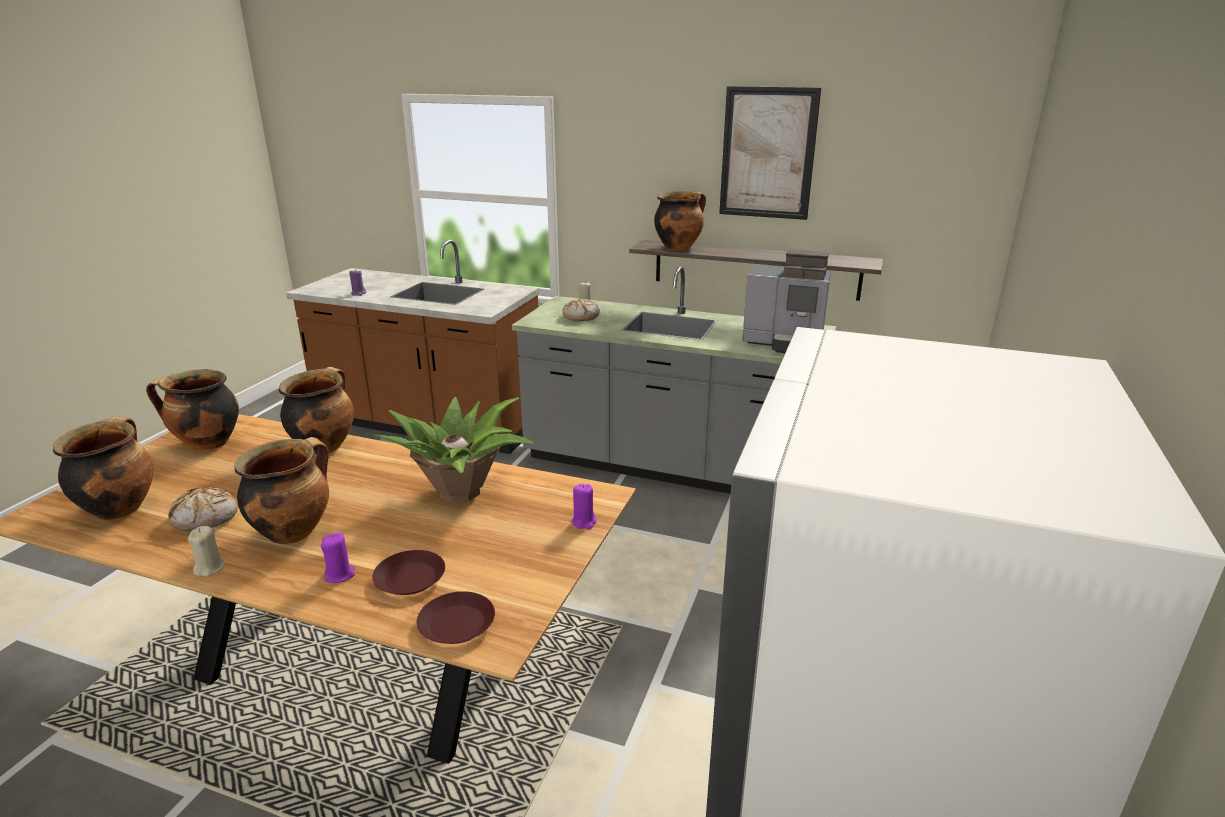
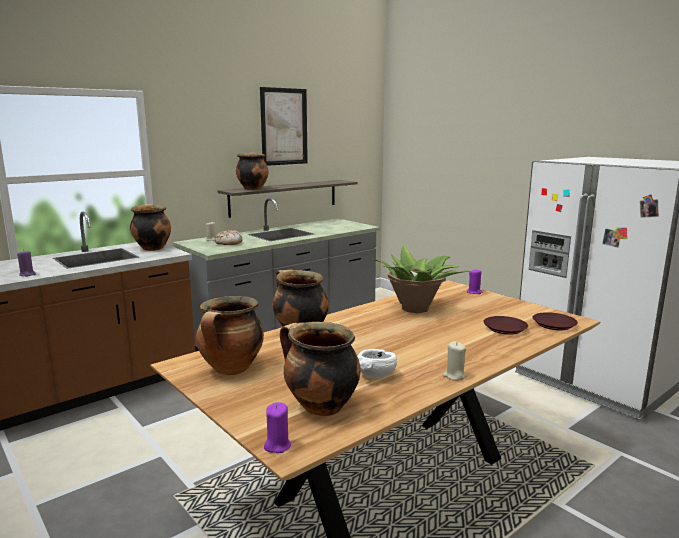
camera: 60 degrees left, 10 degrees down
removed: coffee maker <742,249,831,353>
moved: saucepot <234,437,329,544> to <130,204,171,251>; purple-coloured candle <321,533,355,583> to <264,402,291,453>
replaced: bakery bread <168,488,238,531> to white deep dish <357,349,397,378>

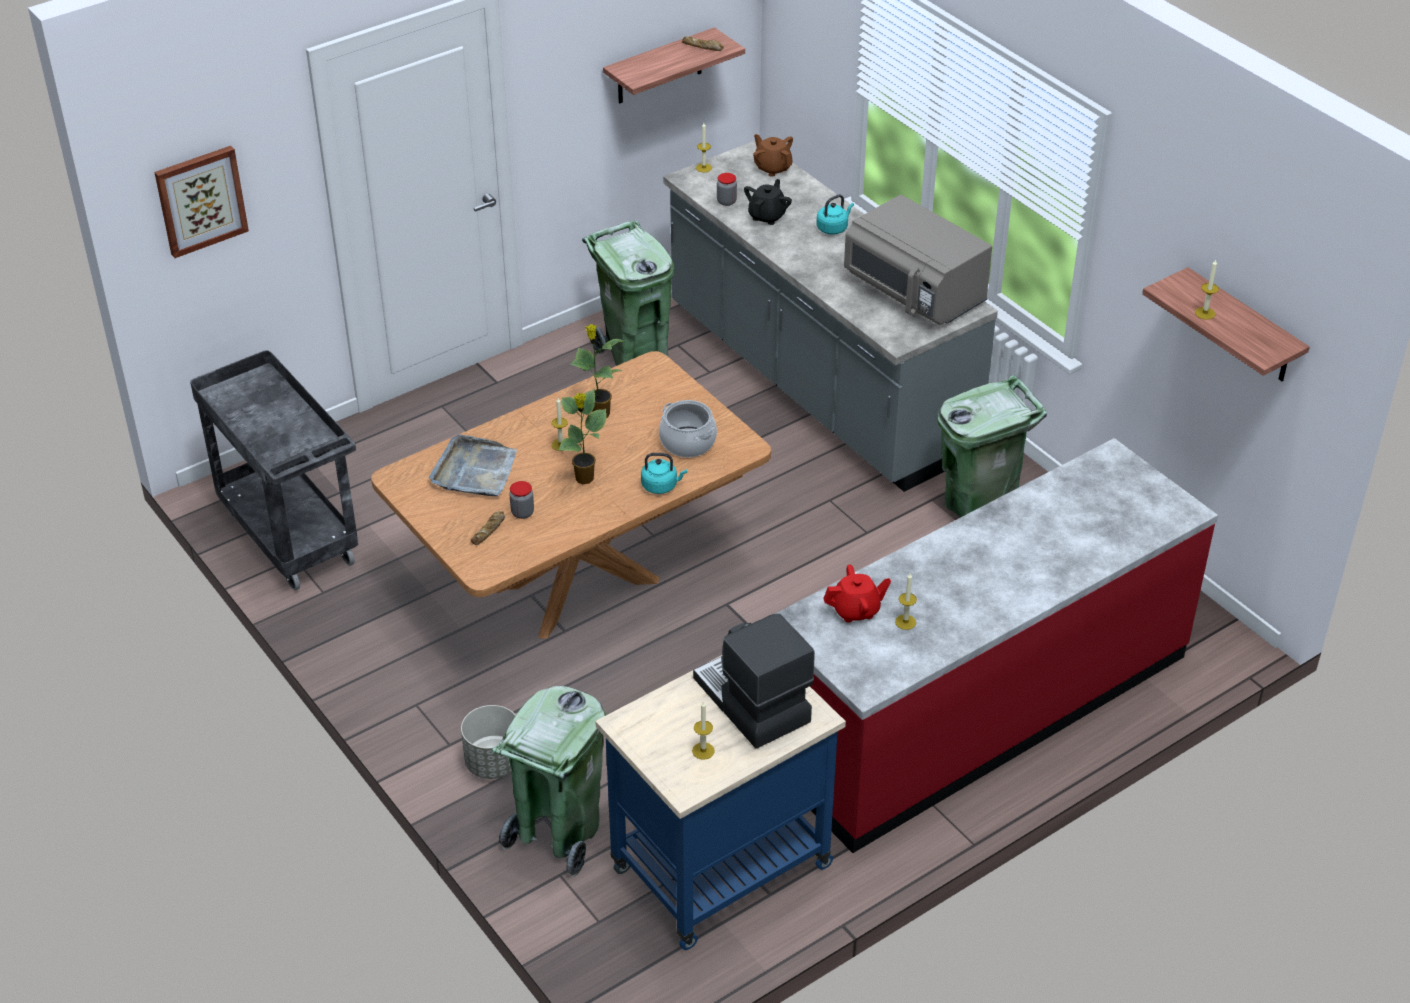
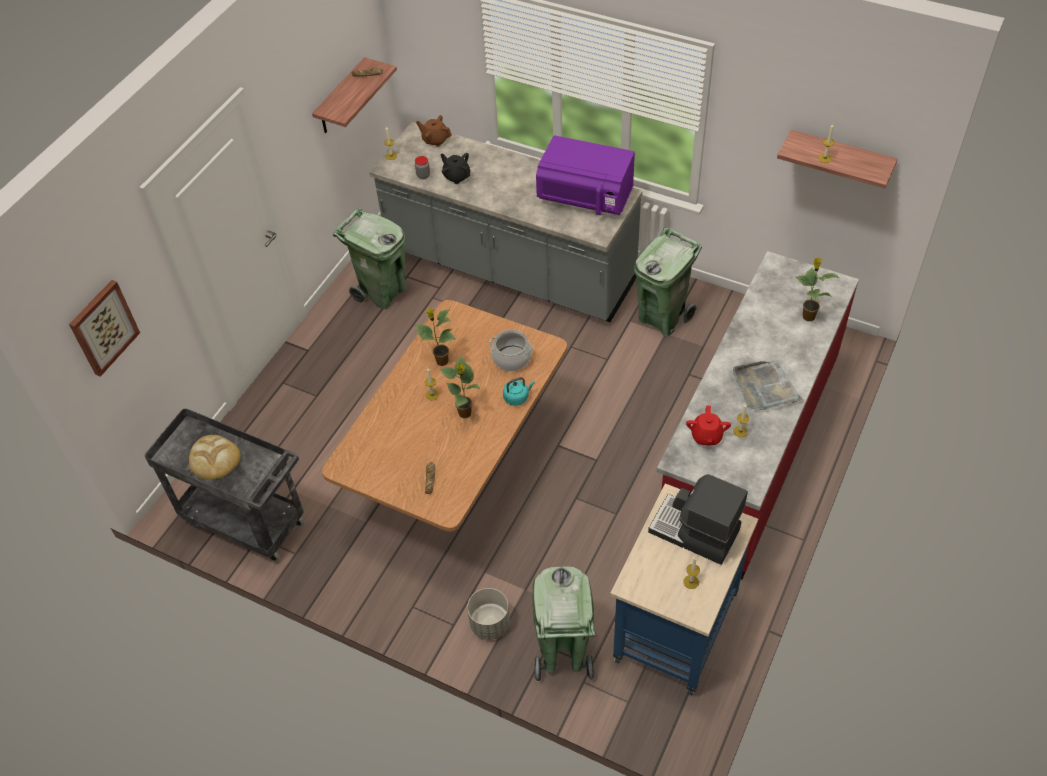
camera: 25 degrees left, 10 degrees up
removed: blue-green water kettle <816,195,854,235>; storage jar <509,481,534,519>
added: plant in a pot <795,258,839,321>; bakery bread <189,435,241,480>
moved: grey carrying tray <429,435,517,496> to <733,361,803,410>
recoloured: grey microwave <844,195,992,326> to purple-coloured microwave <536,135,635,215>
turned: black teapot <744,179,792,225> = <440,153,470,184> 45 degrees counterclockwise; red teapot <823,565,891,623> = <686,405,731,445> 135 degrees clockwise

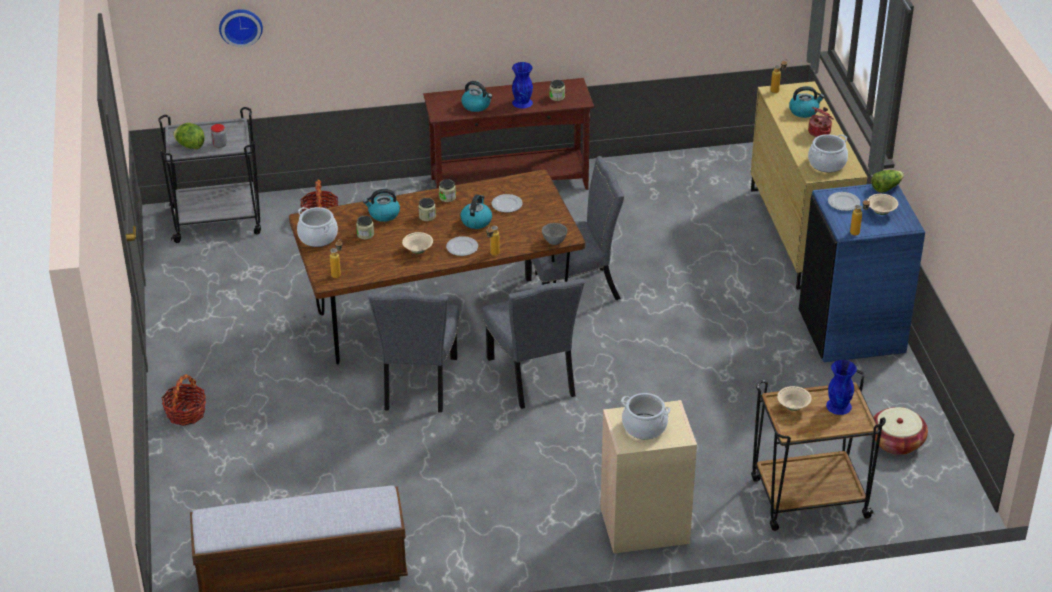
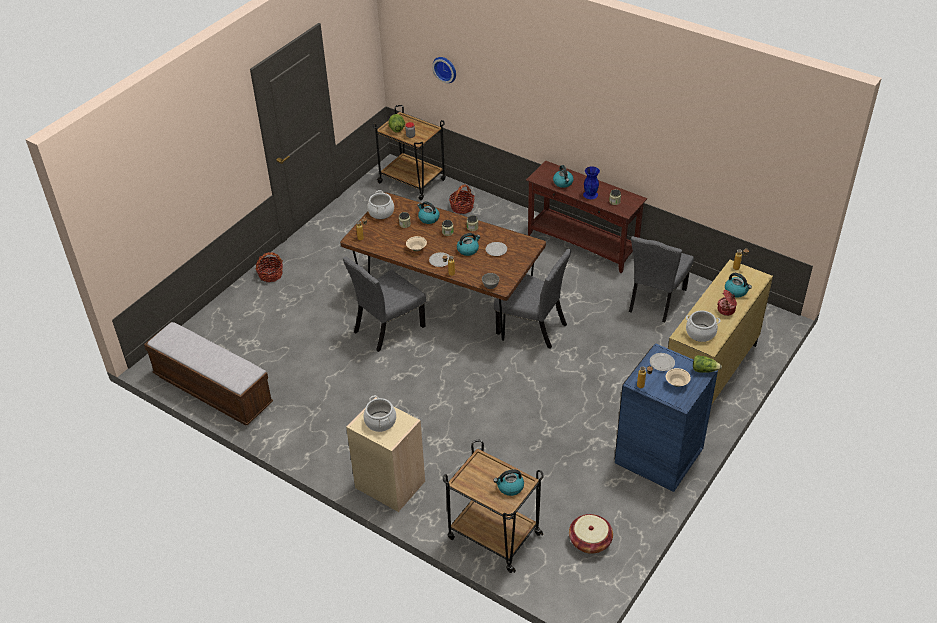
camera: 45 degrees right, 5 degrees up
removed: beige deep dish <777,386,812,411>
moved: grey plain chair <482,279,585,409> to <629,236,694,322>
replaced: blue-coloured vase <826,360,857,415> to water kettle <493,470,524,496>
recoloured: grey cart <159,107,261,243> to brownish cart <373,105,446,200>

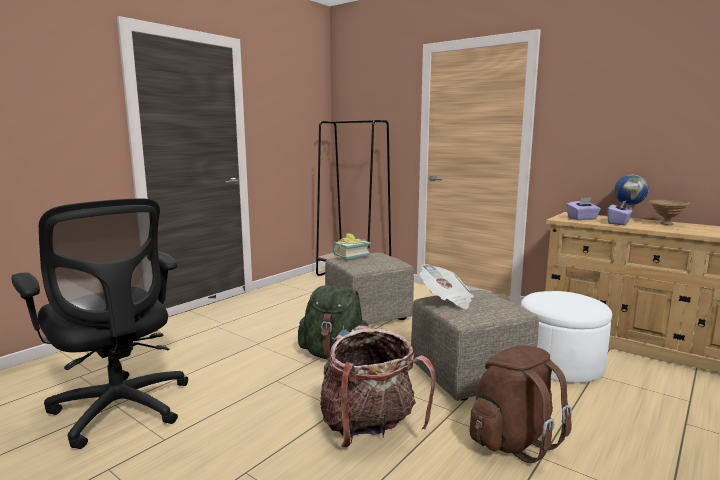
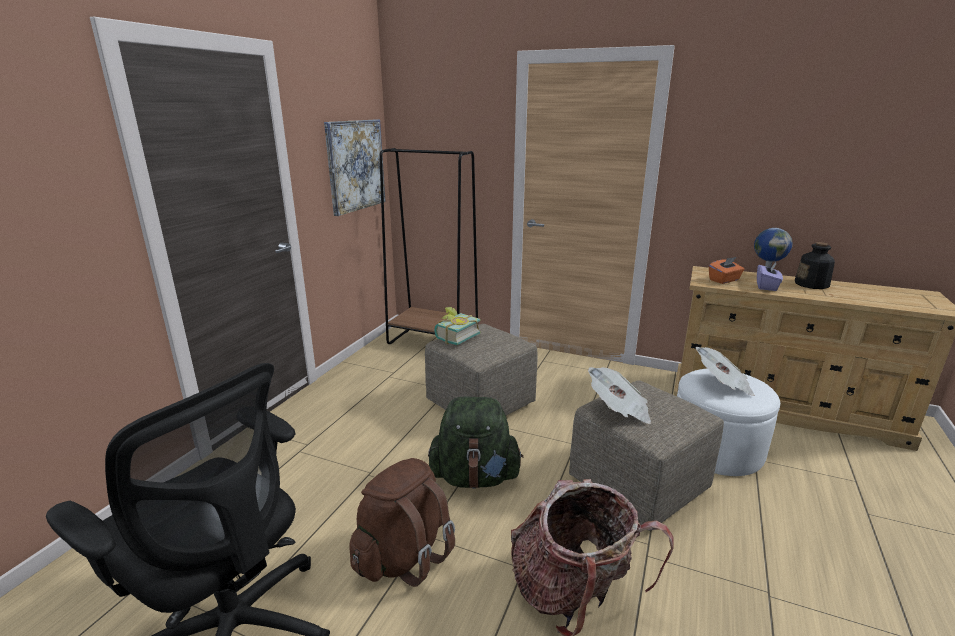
camera: 15 degrees left, 10 degrees up
added: wall art <324,119,386,216>; newspaper <696,347,755,396>
moved: brownish knapsack <469,346,572,463> to <349,458,455,587>
replaced: brownish deep dish <649,200,691,225> to beverage bottle <795,242,835,289>
recoloured: purple-coloured tissue holder <566,198,601,220> to orange tissue holder <709,257,745,284>

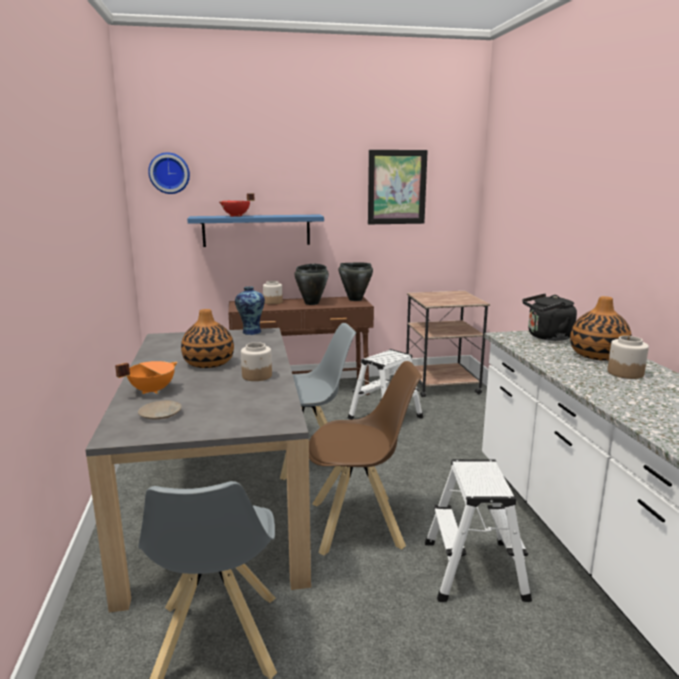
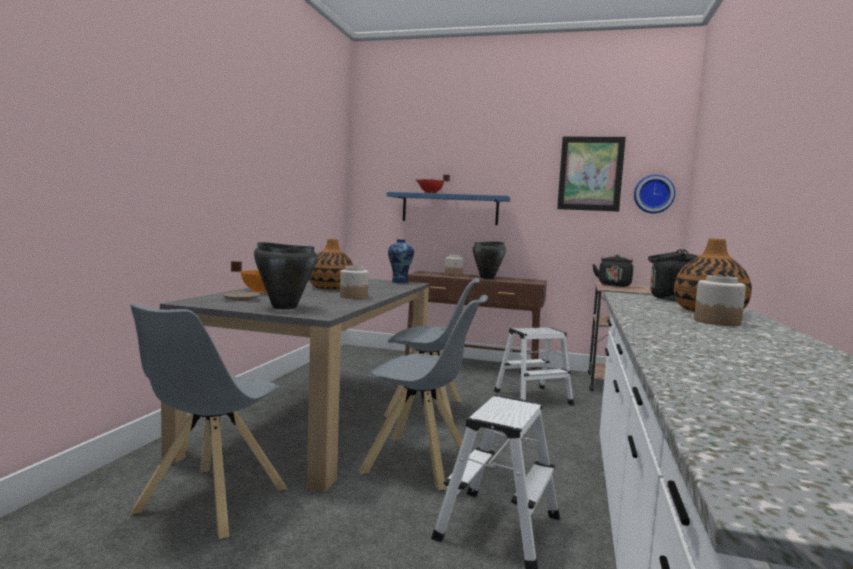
camera: 25 degrees right, 10 degrees down
added: black water kettle <593,255,633,287>
moved: clock on the wall <148,152,190,194> to <634,175,675,213>; black saucepot <339,263,373,301> to <254,242,317,310>
recoloured: brownish plain chair <309,361,422,556> to grey plain chair <359,295,488,491>

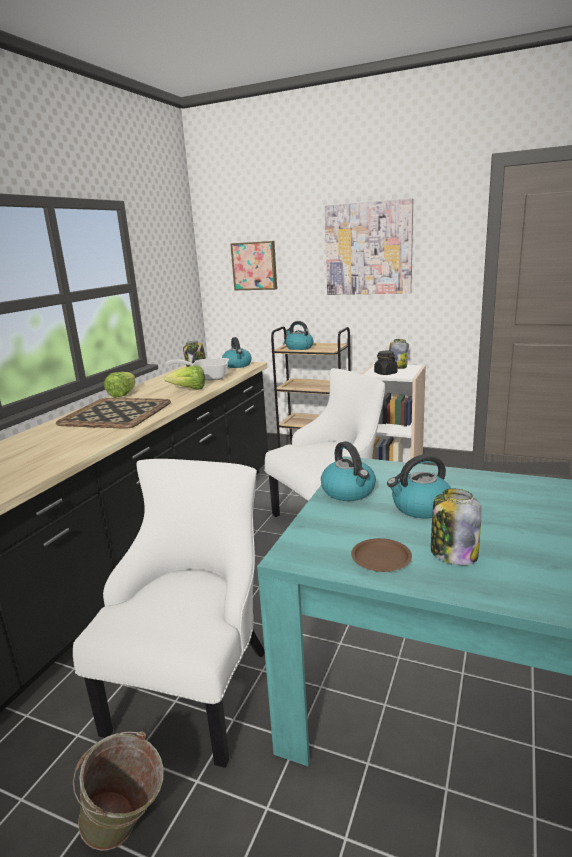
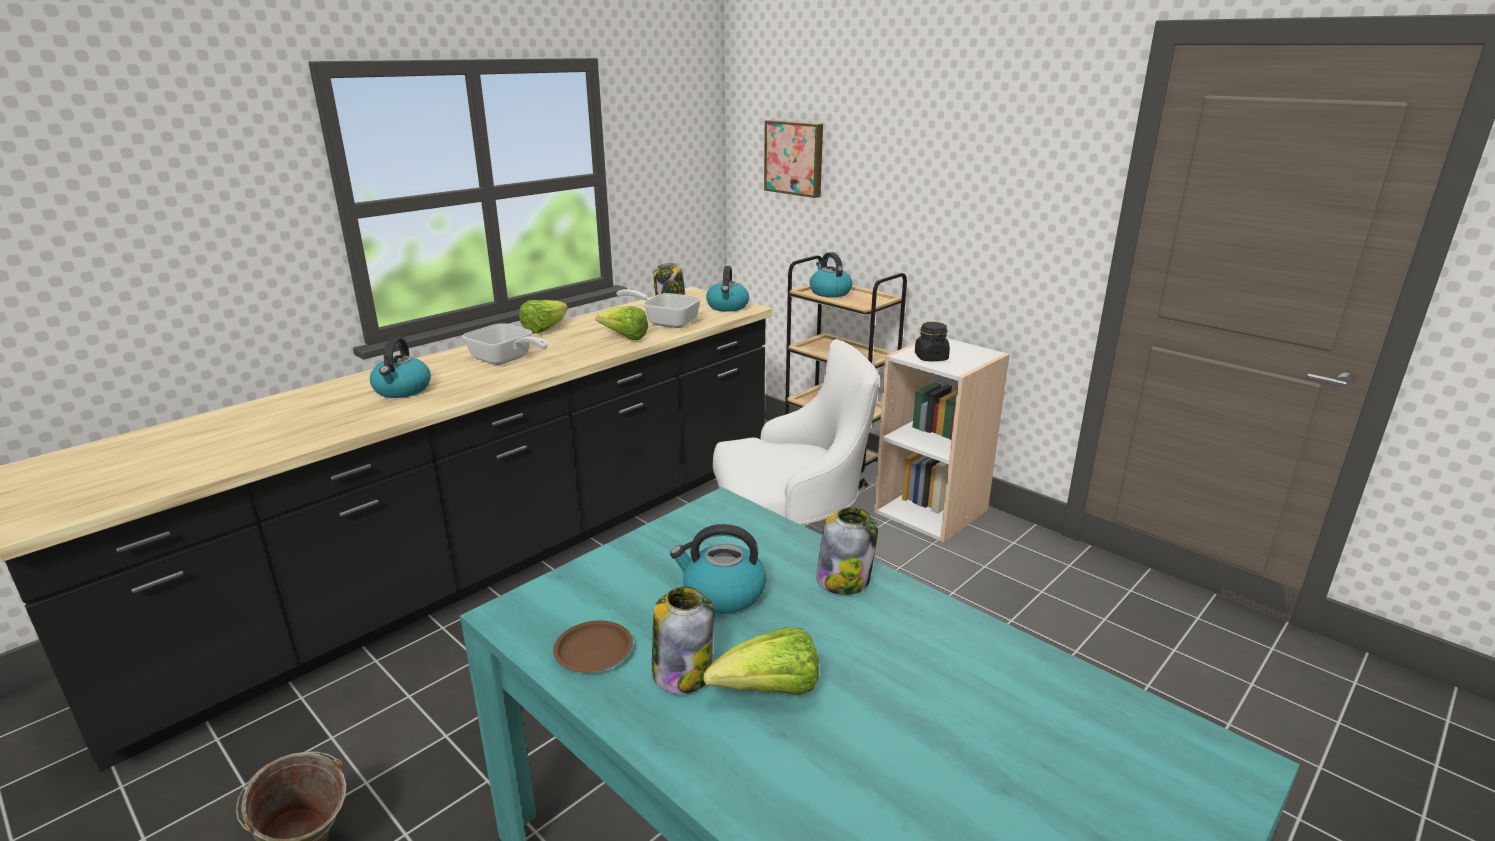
camera: 20 degrees right, 5 degrees up
removed: wall art <325,198,413,295>; white plain chair <73,459,265,768>
added: head of lettuce <703,627,819,695>
moved: storage jar <389,339,409,369> to <816,507,878,595>; water kettle <321,441,376,501> to <370,337,431,398>
replaced: carrying tray <56,398,171,429> to skillet <462,323,548,365>

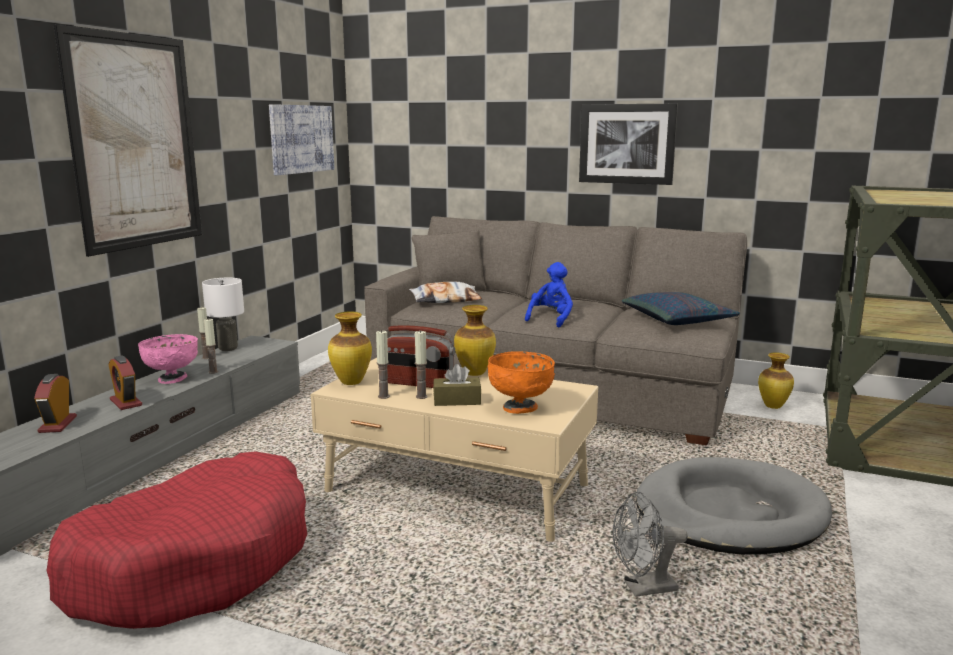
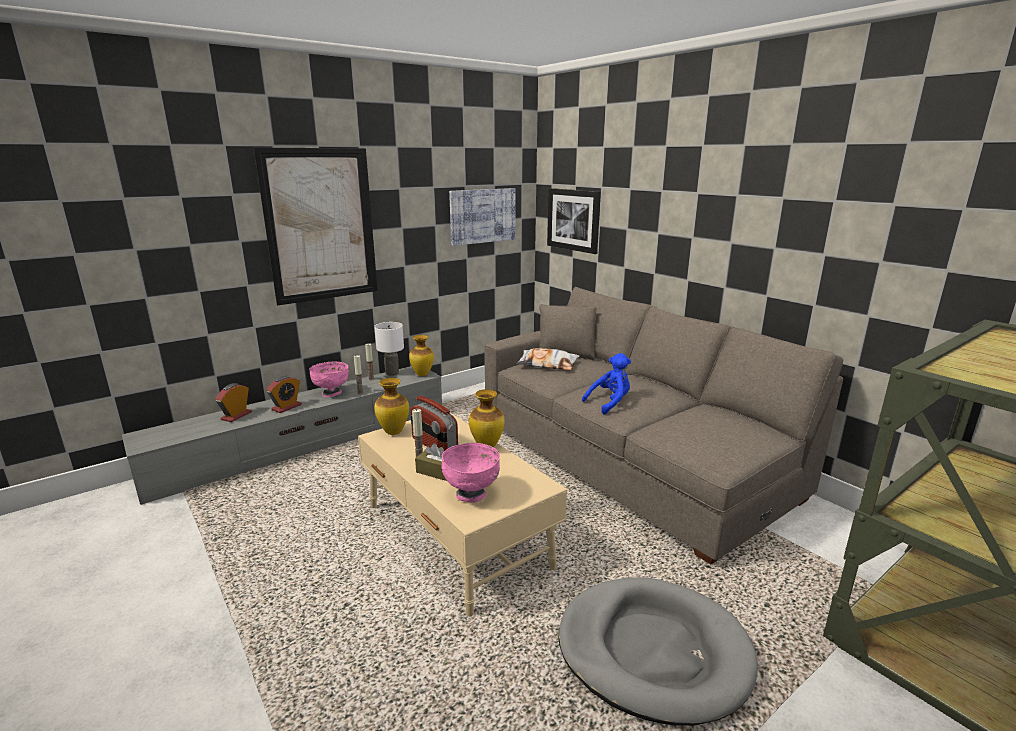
camera: 30 degrees right, 5 degrees up
removed: blue-coloured throw pillow <622,292,740,325>; candle <376,330,390,399>; red dog bed <47,451,307,629>; grey fan <613,492,688,597>
moved: wall art <579,104,678,185> to <547,188,601,254>; vase <758,352,794,409> to <409,335,434,376>
recoloured: orange deep dish <488,351,555,414> to pink-coloured deep dish <442,443,500,503>
turned: alarm clock <109,355,142,410> = <266,376,302,413> 135 degrees counterclockwise

